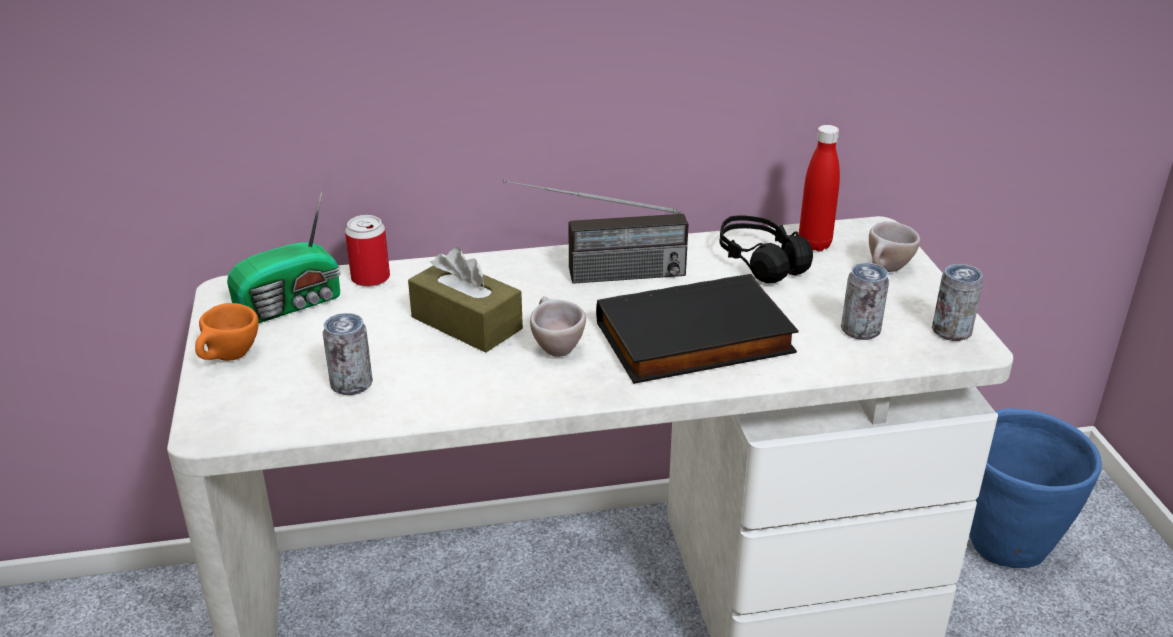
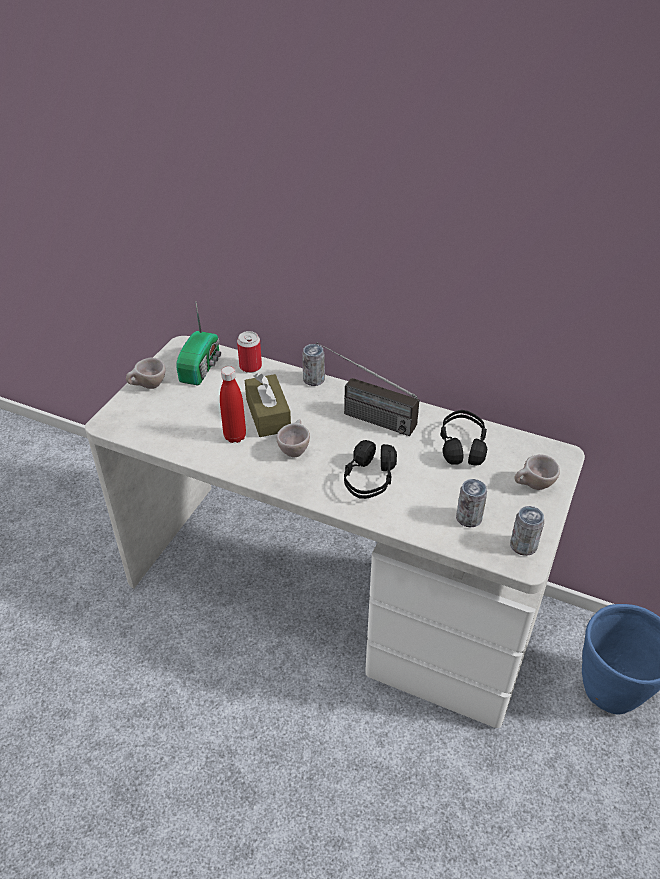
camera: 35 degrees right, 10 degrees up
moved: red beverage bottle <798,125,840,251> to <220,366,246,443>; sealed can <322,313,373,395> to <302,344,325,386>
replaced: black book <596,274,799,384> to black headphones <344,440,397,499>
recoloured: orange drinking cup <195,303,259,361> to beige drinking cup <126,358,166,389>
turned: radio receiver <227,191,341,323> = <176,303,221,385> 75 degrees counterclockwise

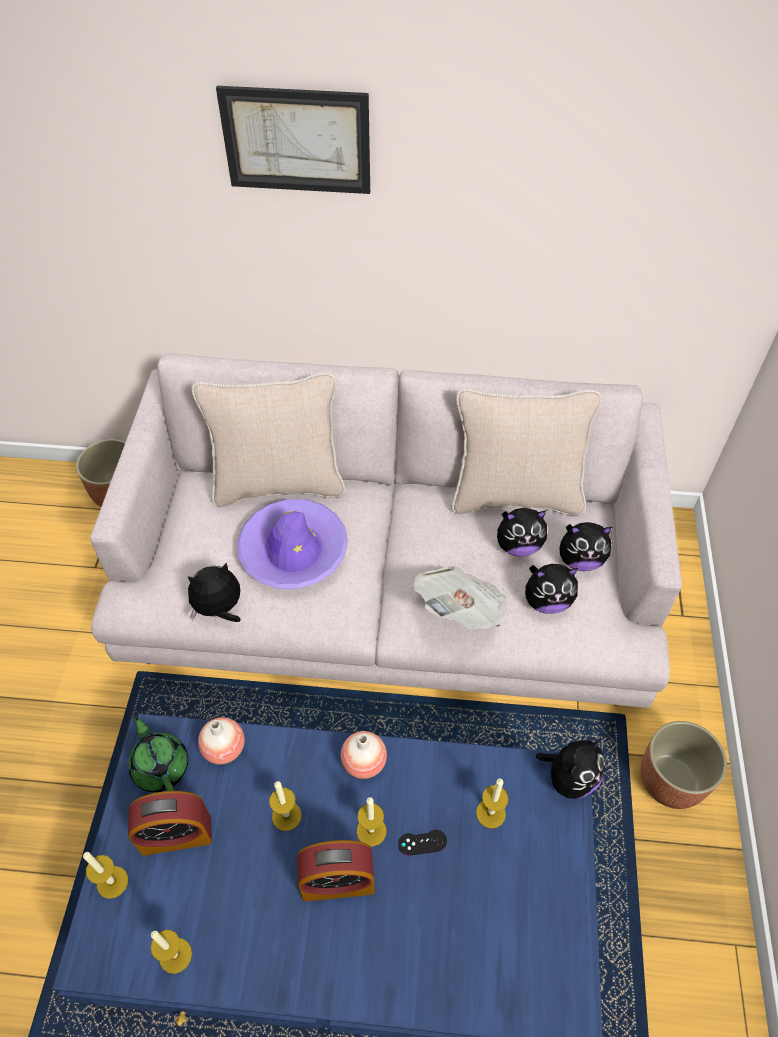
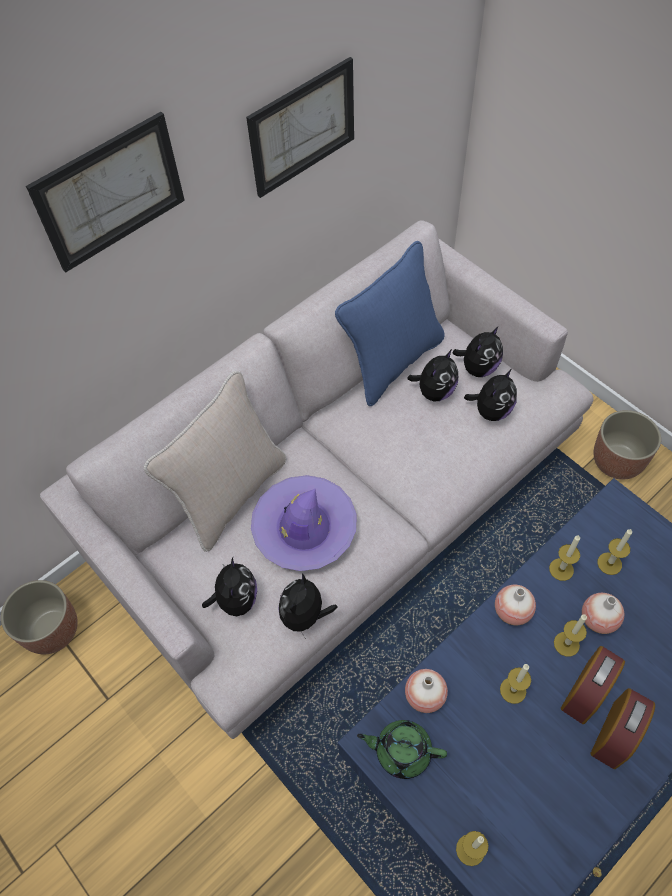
camera: 45 degrees left, 5 degrees up
removed: newspaper <414,567,507,630>
added: wall art <246,57,354,198>
moved: plush toy <536,736,606,799> to <202,557,257,616>; alarm clock <128,791,212,856> to <590,688,655,769>; candle <151,930,192,974> to <549,535,580,581>
replaced: black gamepad <398,830,447,856> to vase <582,593,624,634>
recoloured: beige throw pillow <451,389,602,515> to blue-coloured throw pillow <335,241,445,406>

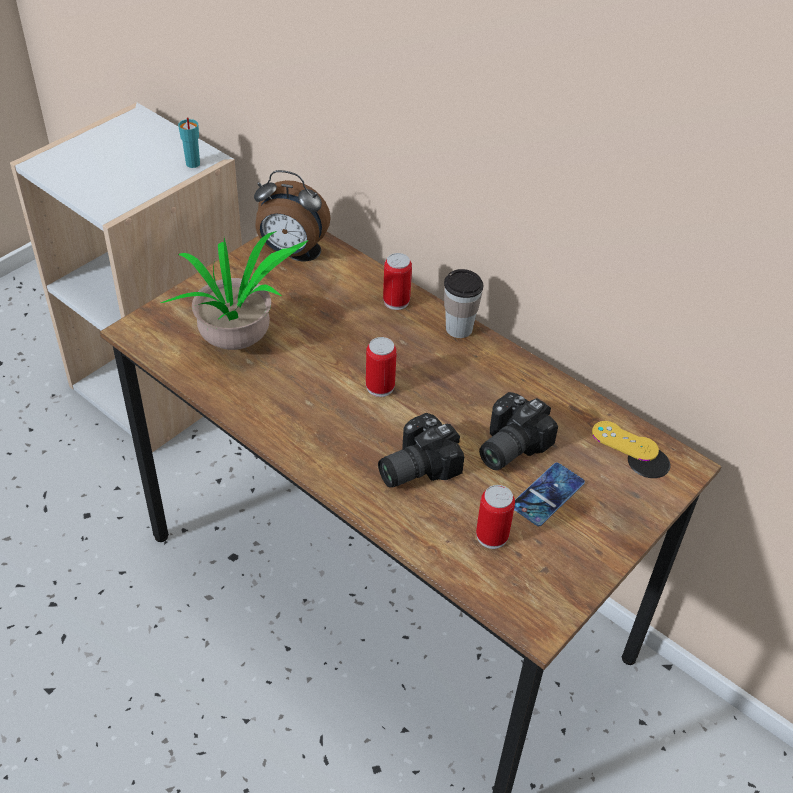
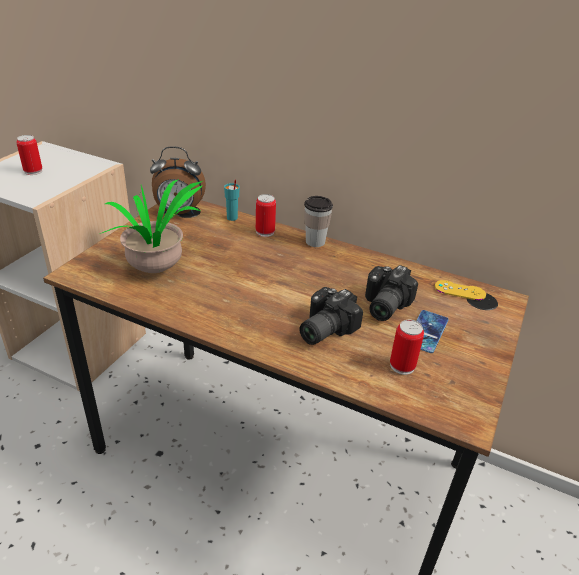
camera: 15 degrees left, 10 degrees down
moved: blue-green drinking cup <178,117,200,168> to <224,179,240,221>; sealed can <366,337,397,397> to <16,135,42,175>

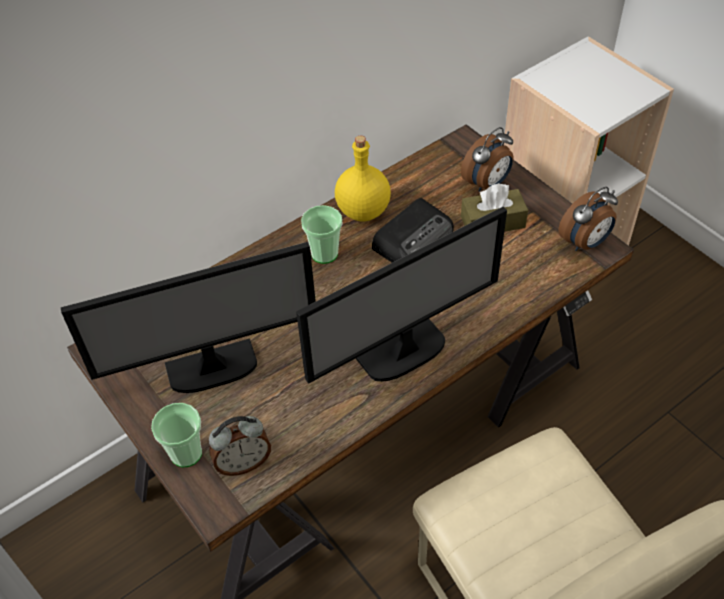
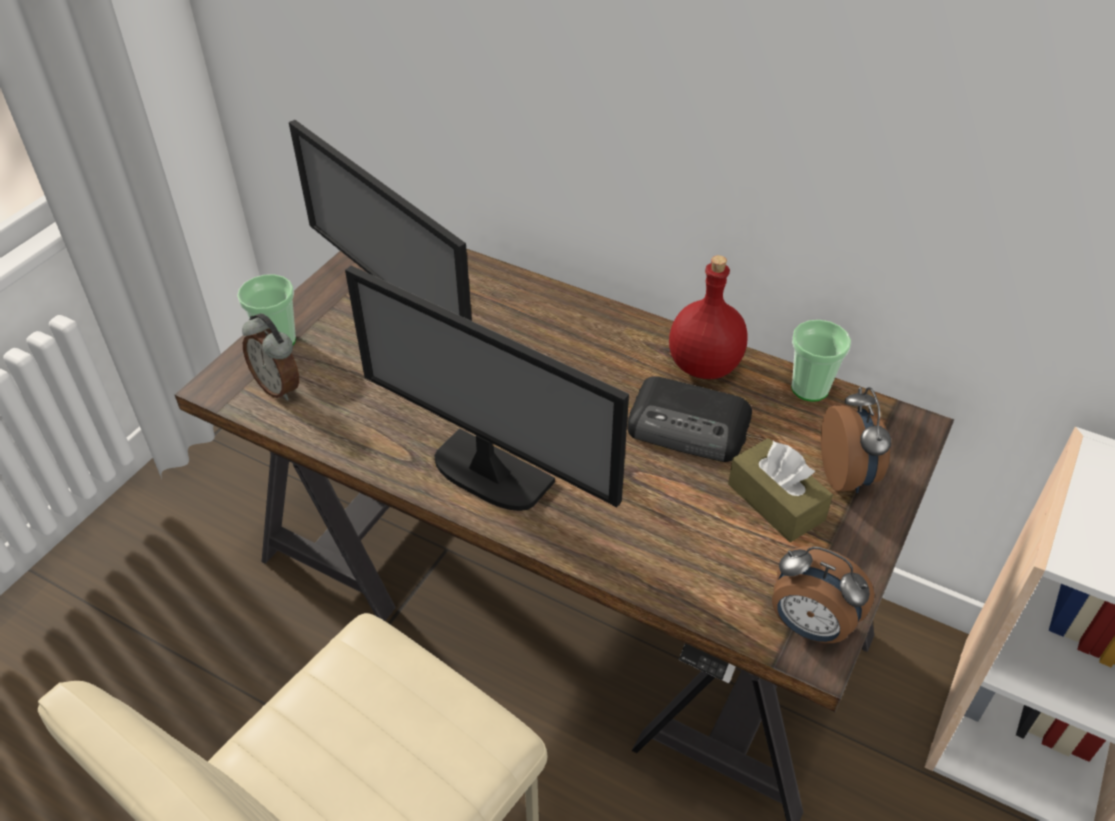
camera: 65 degrees right, 5 degrees down
moved: drinking cup <301,205,342,264> to <791,320,851,401>
recoloured: yellow beverage bottle <335,136,391,222> to red beverage bottle <669,255,747,379>
turned: alarm clock <461,127,513,192> = <821,387,891,493> 120 degrees counterclockwise

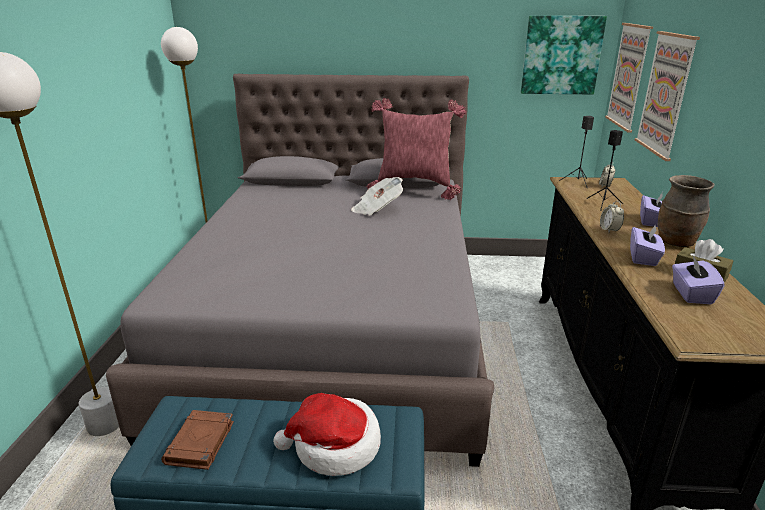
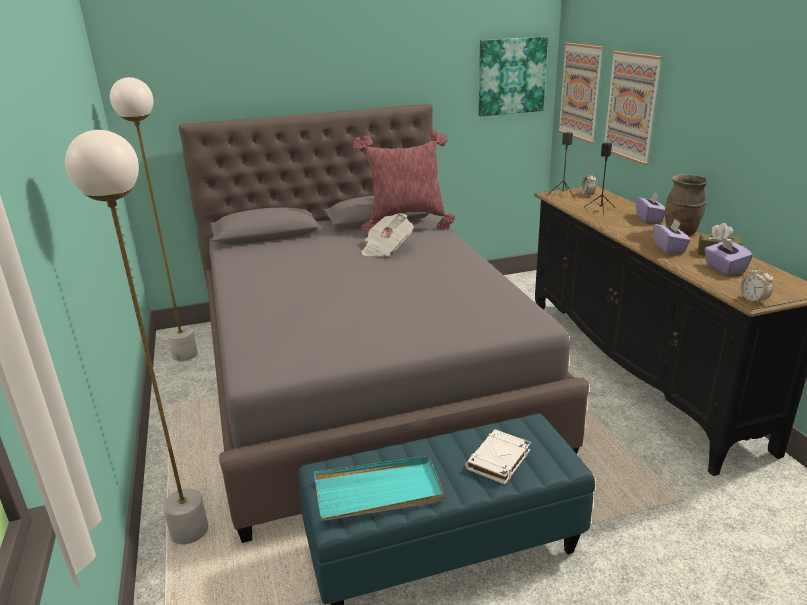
camera: 20 degrees left, 0 degrees up
moved: alarm clock <600,201,624,233> to <740,266,773,304>
replaced: hat <273,393,381,476> to white book <465,429,531,484>; brownish book <161,410,234,470> to blue-green carrying tray <314,456,445,521>

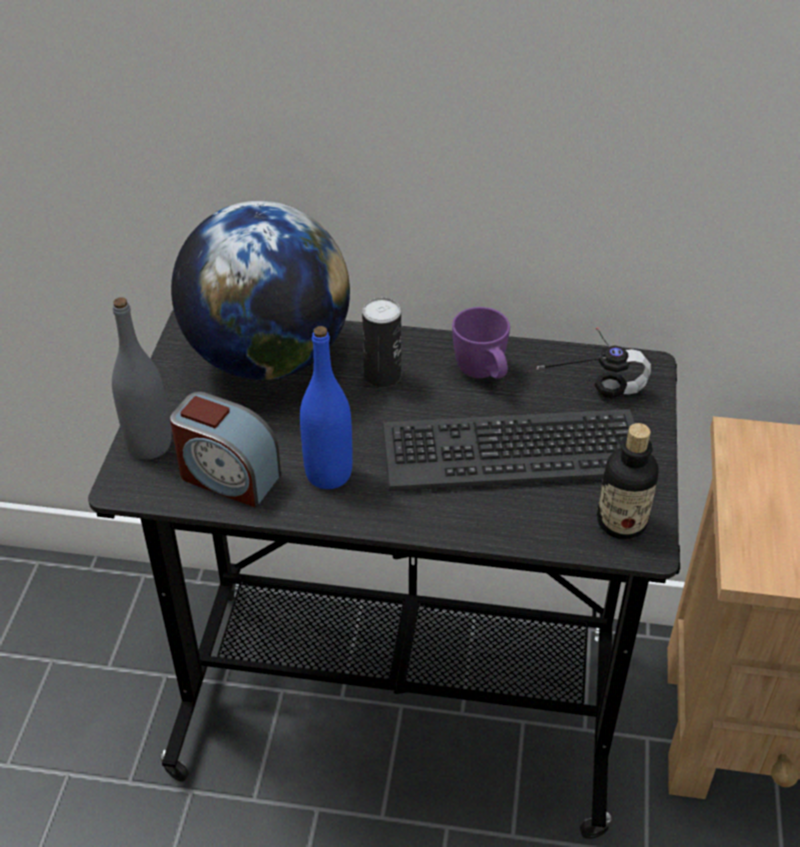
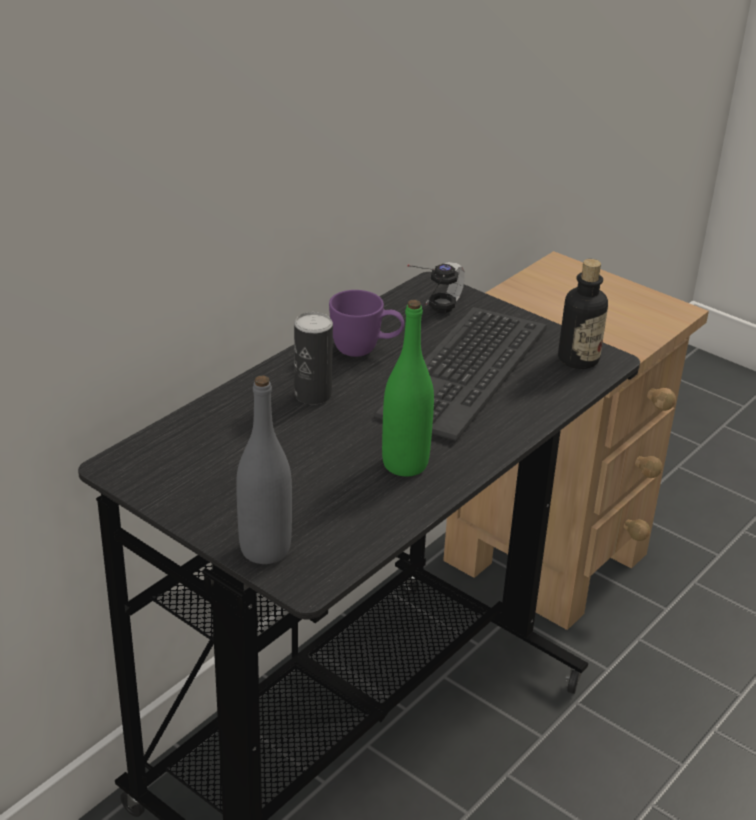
camera: 60 degrees left, 10 degrees down
removed: desk globe <171,201,350,380>; alarm clock <170,391,281,508>
recoloured: blue-coloured beverage bottle <300,326,353,489> to green beverage bottle <382,300,434,476>

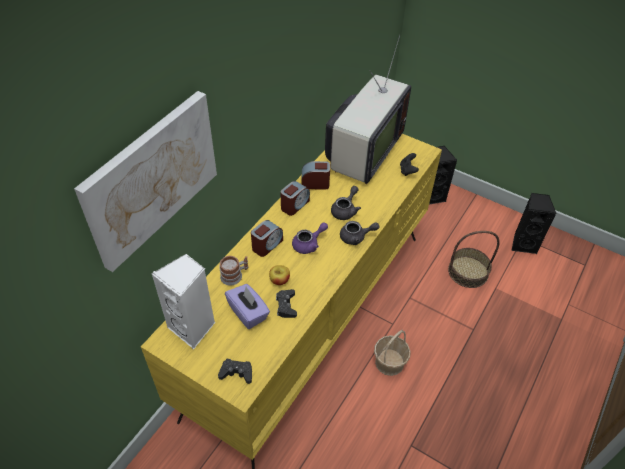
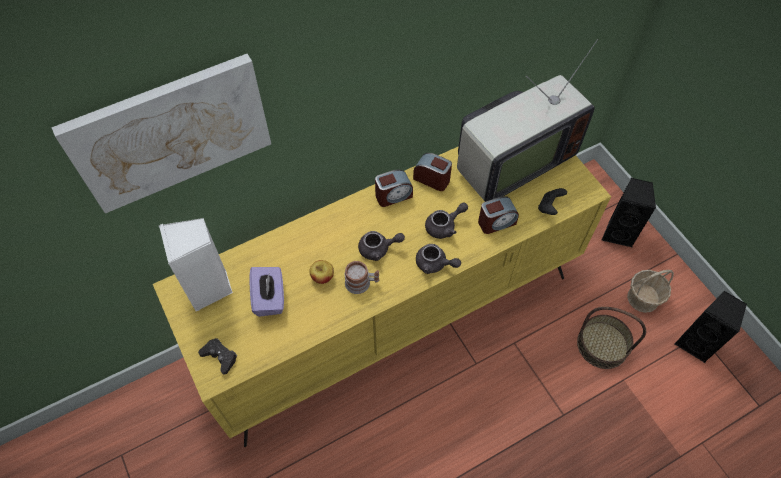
camera: 30 degrees right, 10 degrees up
removed: black gamepad <276,289,297,318>
moved: alarm clock <251,220,283,257> to <478,196,519,234>; tea mug <219,256,248,285> to <345,261,379,294>; storage basket <374,330,411,376> to <627,270,674,313>
recoloured: purple-coloured teapot <292,222,328,254> to grey teapot <358,231,405,261>

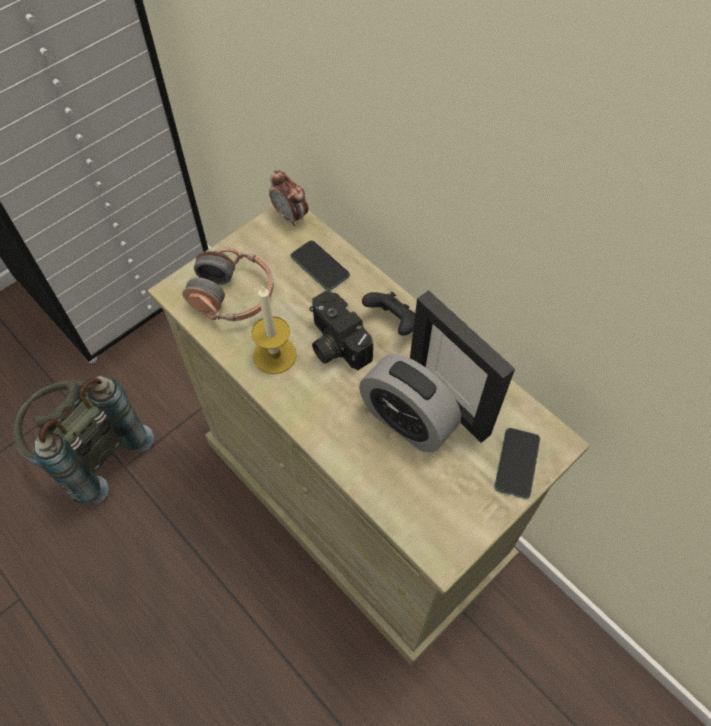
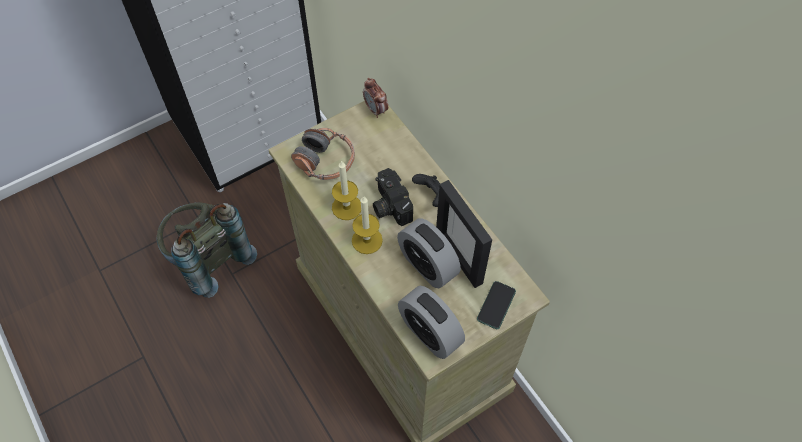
camera: 10 degrees right, 0 degrees up
removed: handset <290,240,350,291>
added: candle <352,196,383,254>; alarm clock <398,286,465,359>

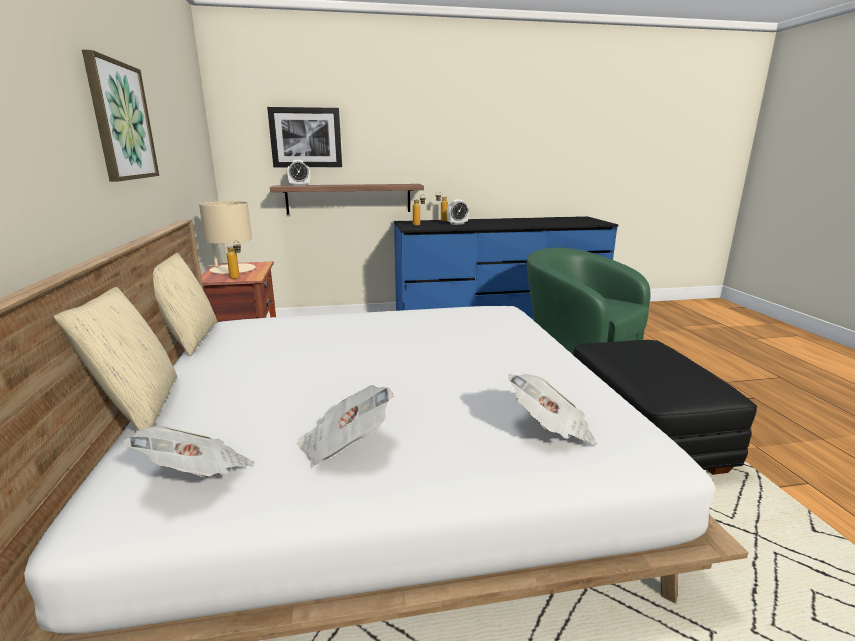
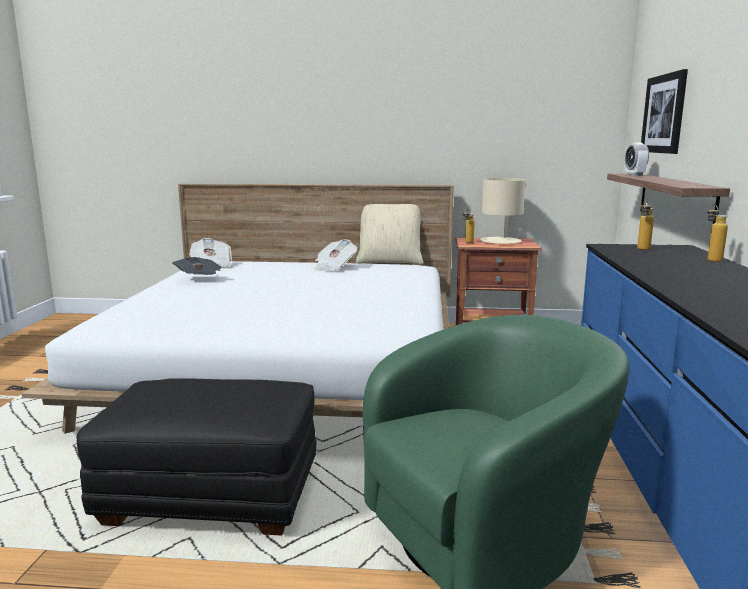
camera: 105 degrees right, 5 degrees down
removed: wall art <82,50,159,181>; alarm clock <447,199,469,225>; beige throw pillow <54,287,177,430>
moved: newspaper <508,374,597,445> to <314,239,357,271>

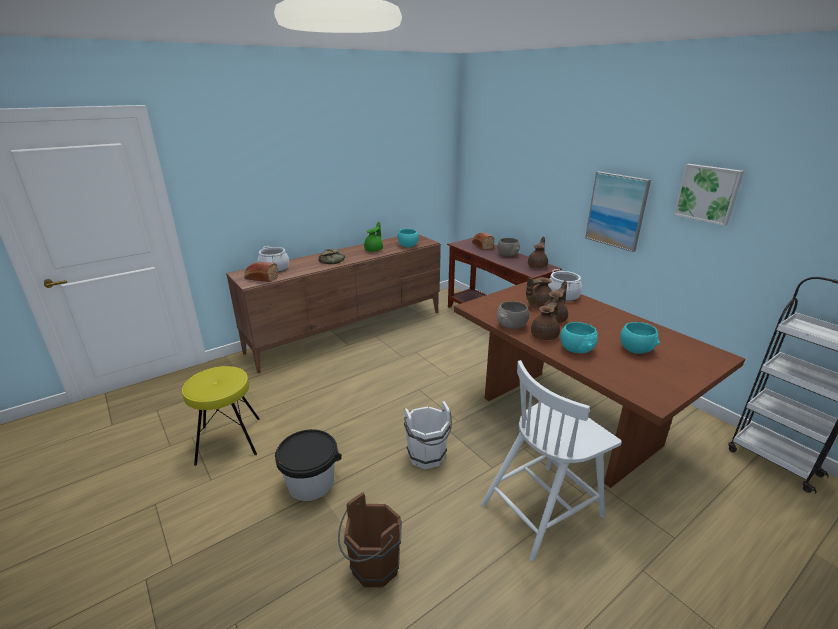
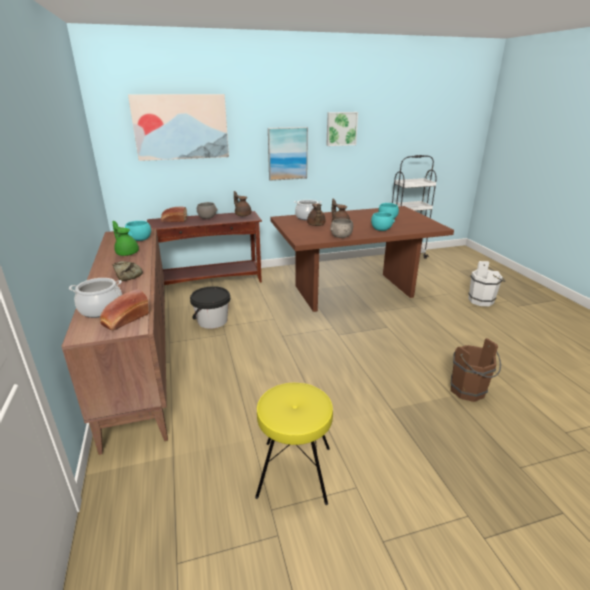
camera: 70 degrees left, 0 degrees up
removed: brownish teapot <531,294,560,340>; white plain chair <481,360,622,561>
added: wall art <128,94,229,161>
moved: white pail <404,401,452,469> to <468,261,505,306>; black pail <275,429,342,501> to <190,286,230,329>

